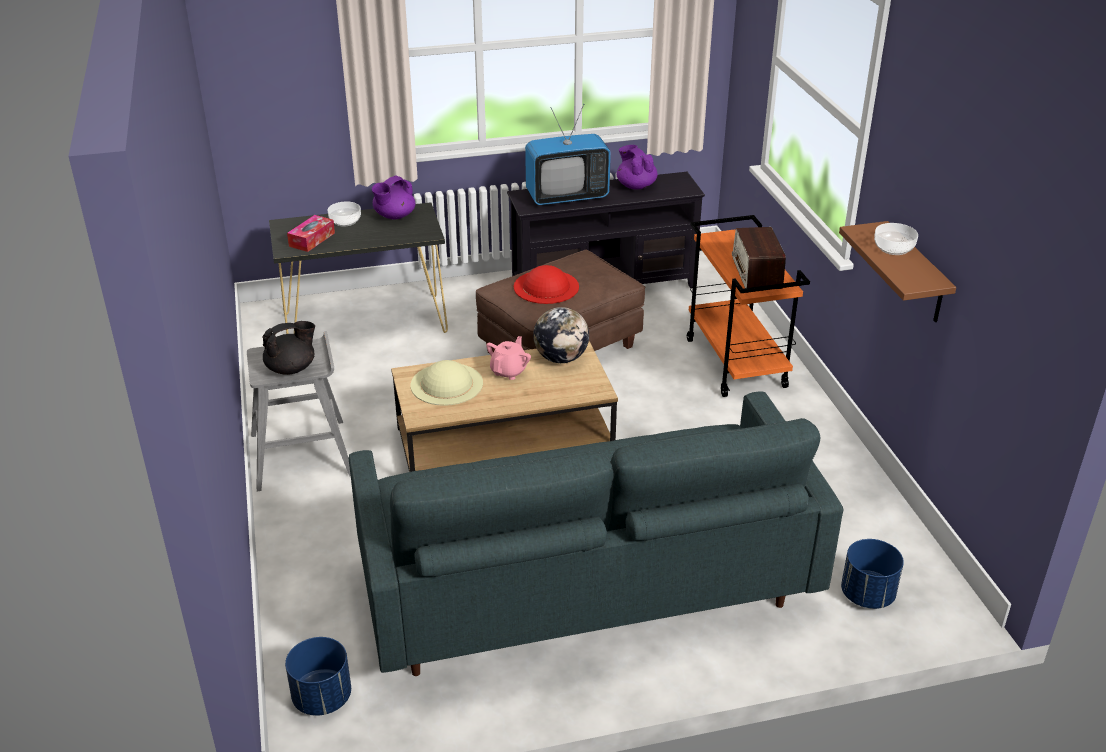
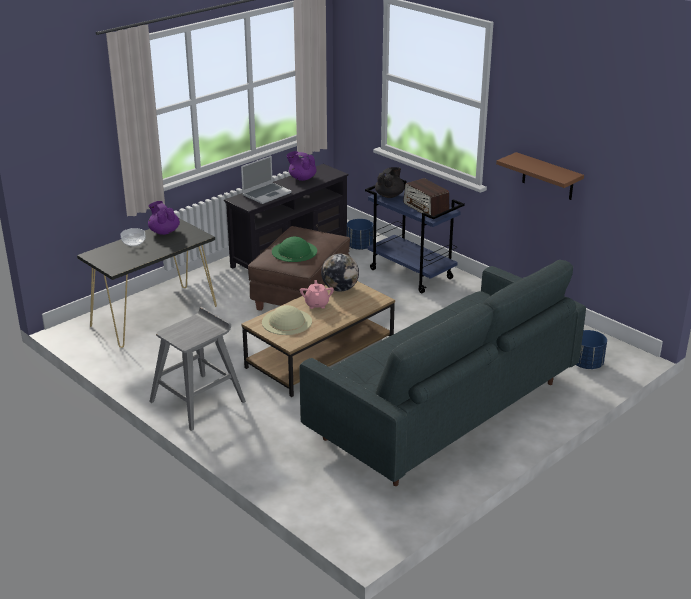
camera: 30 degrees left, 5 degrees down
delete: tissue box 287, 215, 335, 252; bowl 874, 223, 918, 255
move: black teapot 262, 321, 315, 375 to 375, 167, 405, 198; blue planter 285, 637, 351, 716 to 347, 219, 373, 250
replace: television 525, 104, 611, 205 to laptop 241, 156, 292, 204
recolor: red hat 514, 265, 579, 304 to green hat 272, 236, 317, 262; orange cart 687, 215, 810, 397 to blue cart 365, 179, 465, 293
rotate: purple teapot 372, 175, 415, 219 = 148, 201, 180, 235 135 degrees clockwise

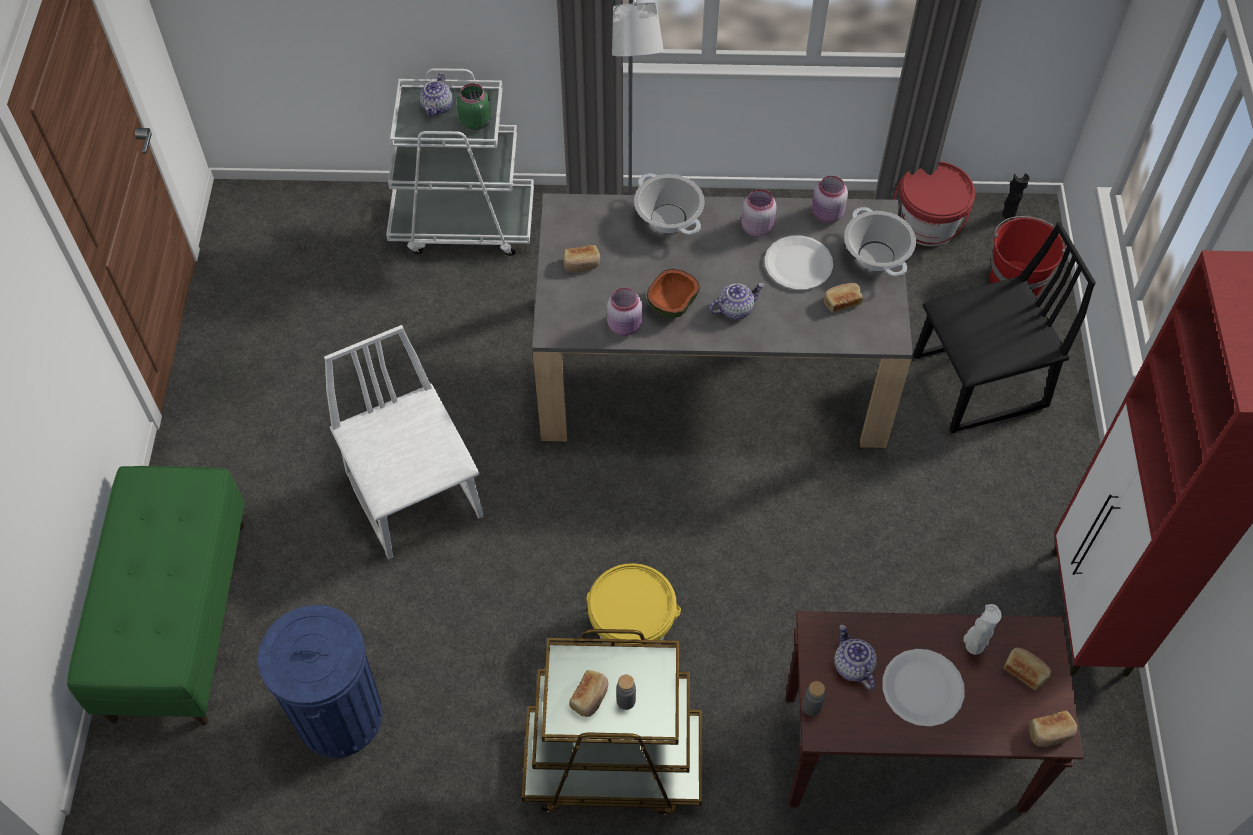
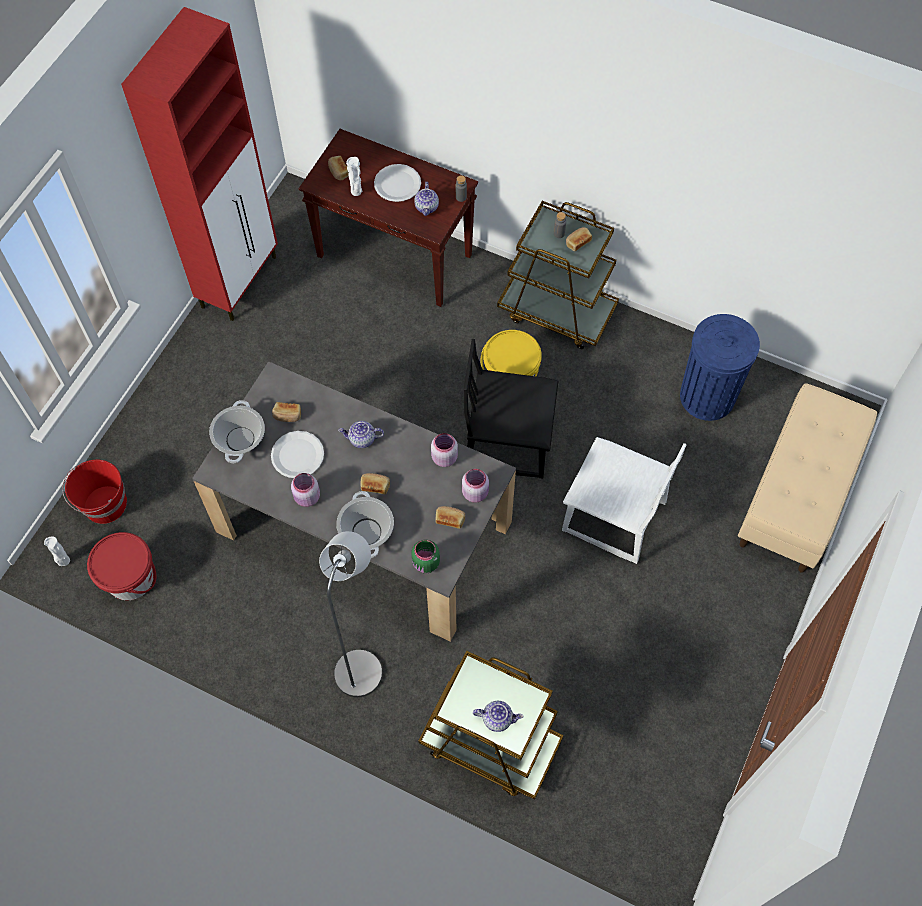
camera: 155 degrees left, 5 degrees up
delete: bowl 647, 269, 700, 318
move: green jar 457, 83, 491, 130 to 412, 540, 440, 573; pink jar 812, 176, 848, 223 to 462, 469, 489, 503; black chair 913, 222, 1096, 434 to 464, 339, 559, 479; bread 1029, 711, 1077, 747 to 361, 473, 390, 494
recolor: green bench 67, 466, 245, 726 to beige bench 738, 383, 877, 573; white cart 386, 68, 534, 256 to brown cart 418, 651, 563, 800; black vase 1003, 173, 1030, 220 to white vase 44, 536, 70, 566
rotate: white chair 324, 325, 483, 559 = 562, 437, 686, 564 60 degrees counterclockwise; teapot 419, 73, 453, 117 = 473, 701, 523, 732 60 degrees clockwise

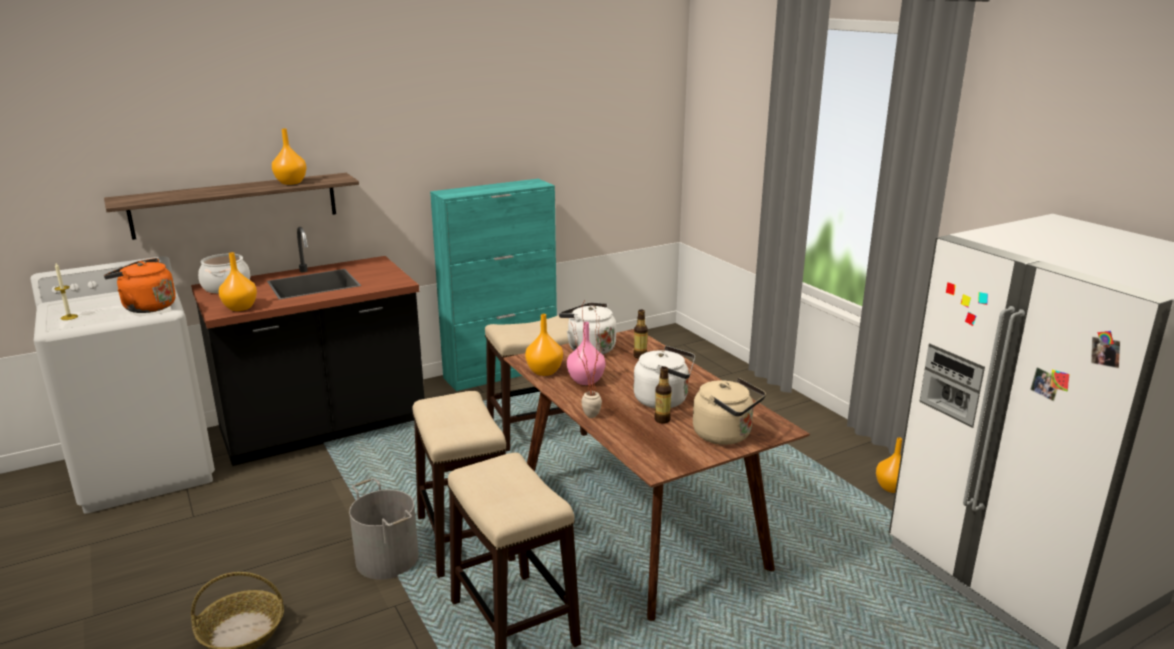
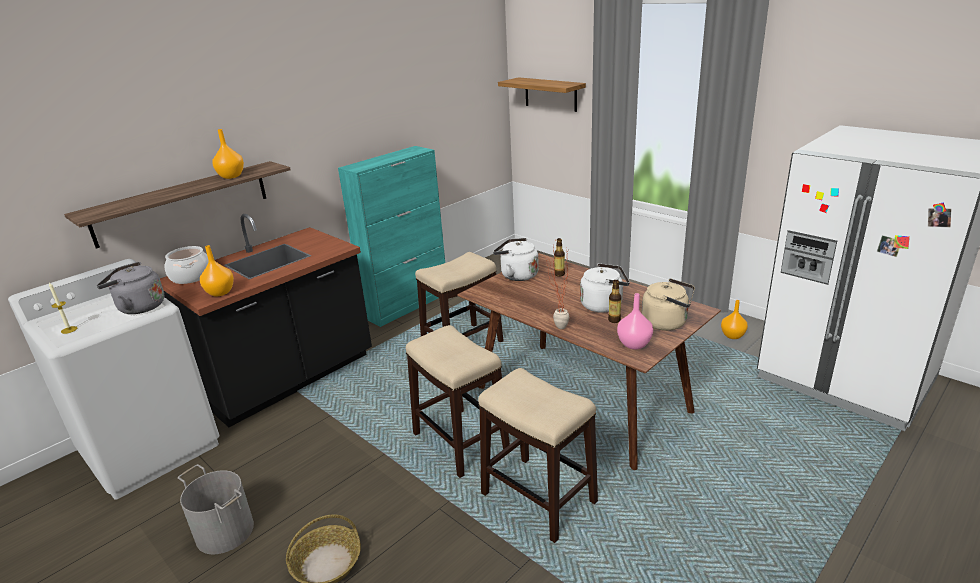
camera: 15 degrees left, 5 degrees up
delete: orange vase 525, 314, 563, 376
insert: shelf 498, 77, 586, 112
move: grey bucket 349, 478, 419, 580 to 178, 464, 254, 554; pink vase 567, 322, 605, 385 to 617, 293, 653, 350
recolor: orange kettle 104, 258, 176, 313 to grey kettle 97, 262, 164, 314

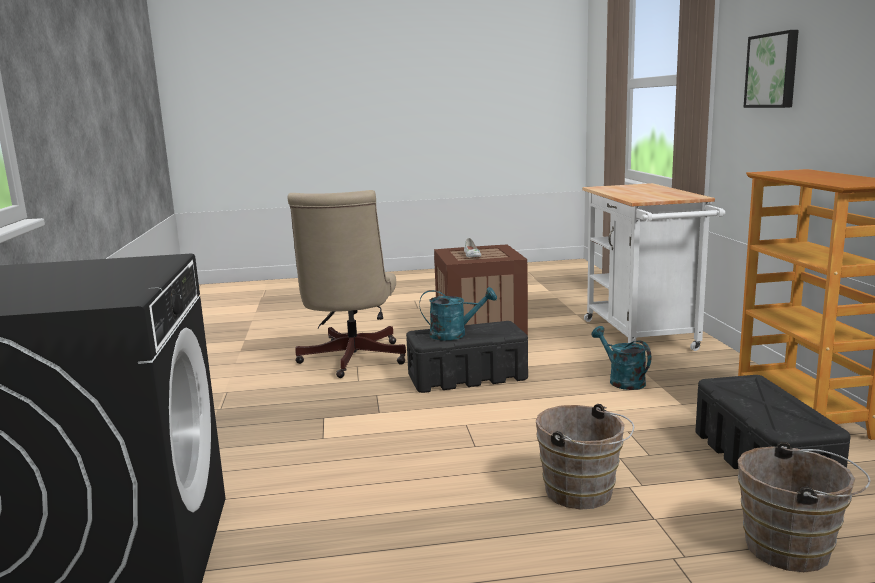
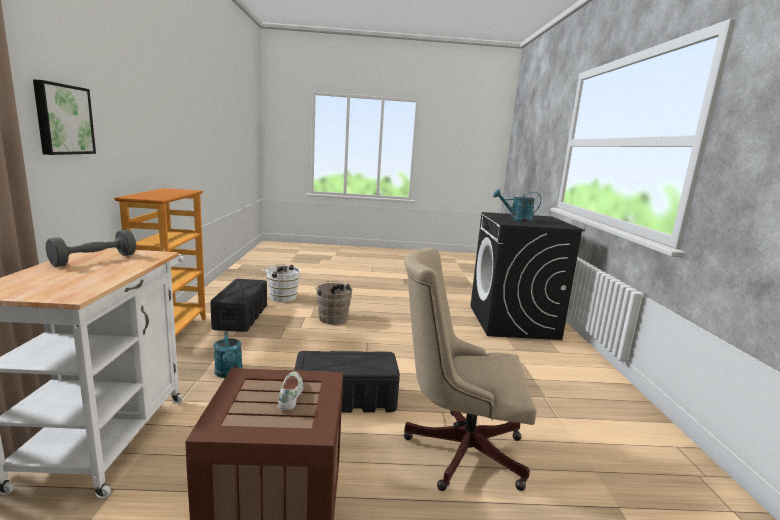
camera: 175 degrees left, 0 degrees up
insert: grey dumbbell 46, 230, 136, 267
move: turquoise watering can 419, 287, 497, 340 to 493, 189, 541, 222
recolor: brown bucket 738, 442, 870, 572 to white bucket 263, 264, 300, 302
rotate: beige office chair 288, 190, 406, 378 = 404, 247, 537, 491 90 degrees counterclockwise

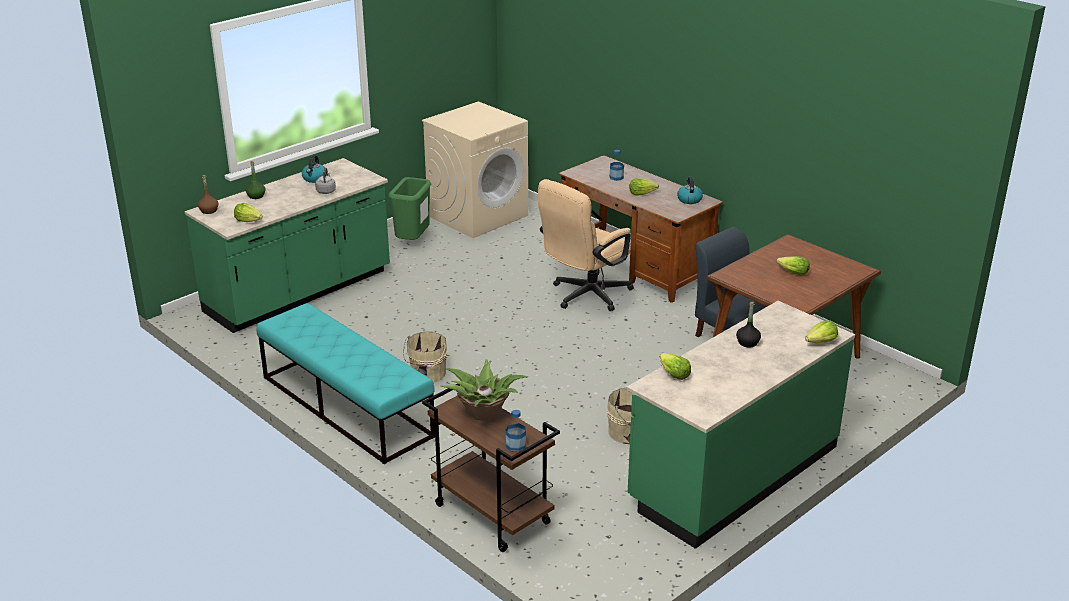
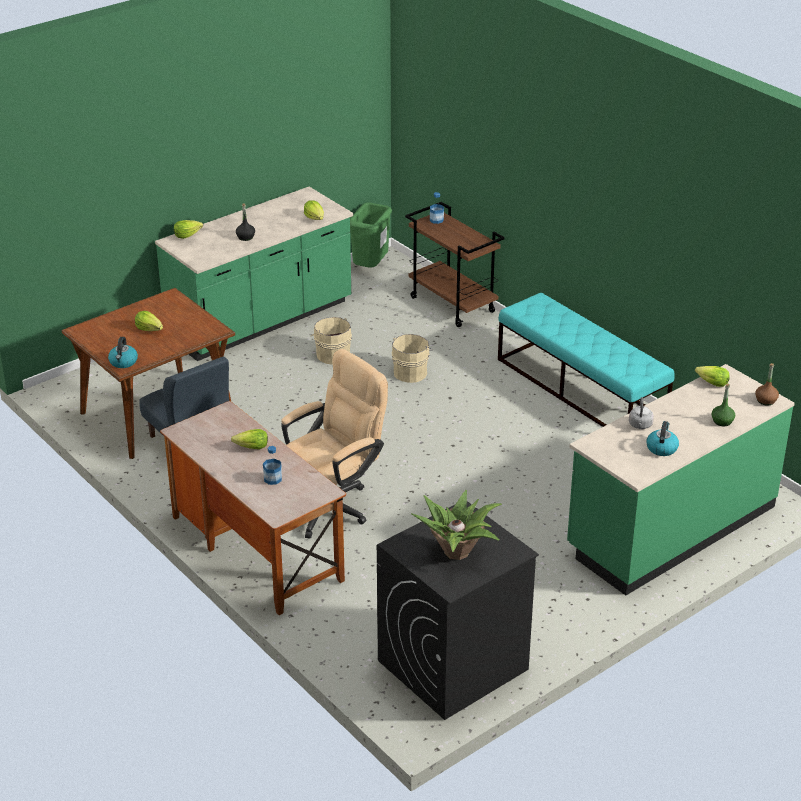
camera: 175 degrees left, 5 degrees up
move: green trash can 388, 177, 431, 240 to 350, 202, 392, 268; beige bucket 403, 332, 448, 383 to 391, 334, 433, 383; potted plant 440, 359, 528, 424 to 411, 490, 502, 560; kettle 677, 177, 703, 204 to 108, 337, 138, 368
recolor: beige washing machine 422, 101, 528, 238 to black washing machine 377, 501, 539, 720

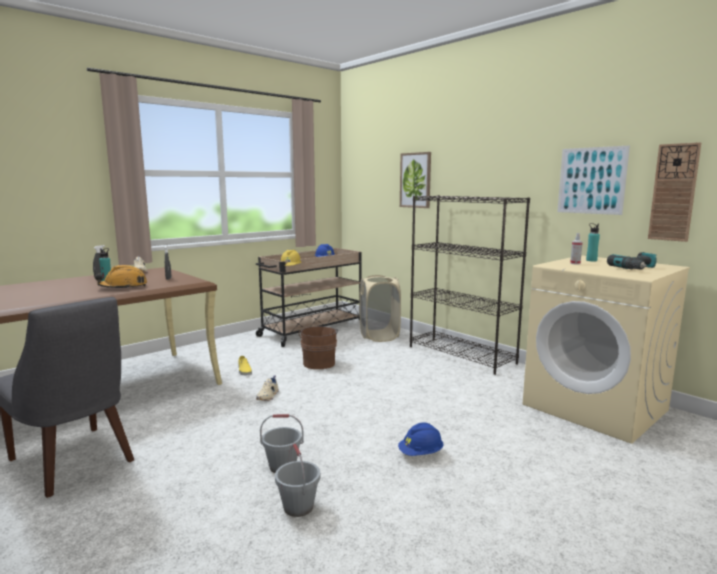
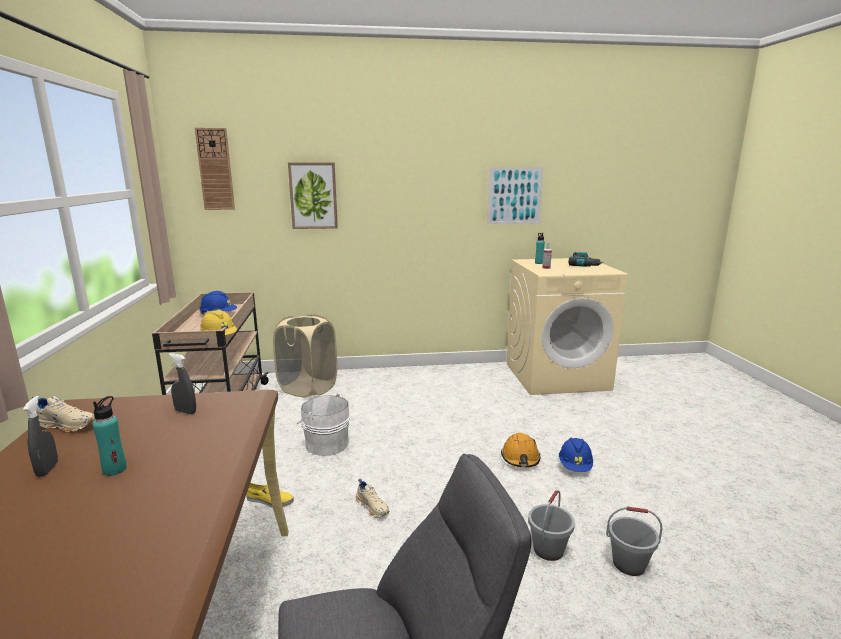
camera: 55 degrees left, 5 degrees up
delete: black bookcase 410, 195, 530, 375
move: orange hard hat 95, 265, 147, 289 to 501, 433, 540, 467; wall clock 648, 142, 701, 242 to 195, 128, 235, 210
recolor: brown bucket 299, 326, 338, 369 to white bucket 297, 394, 350, 456

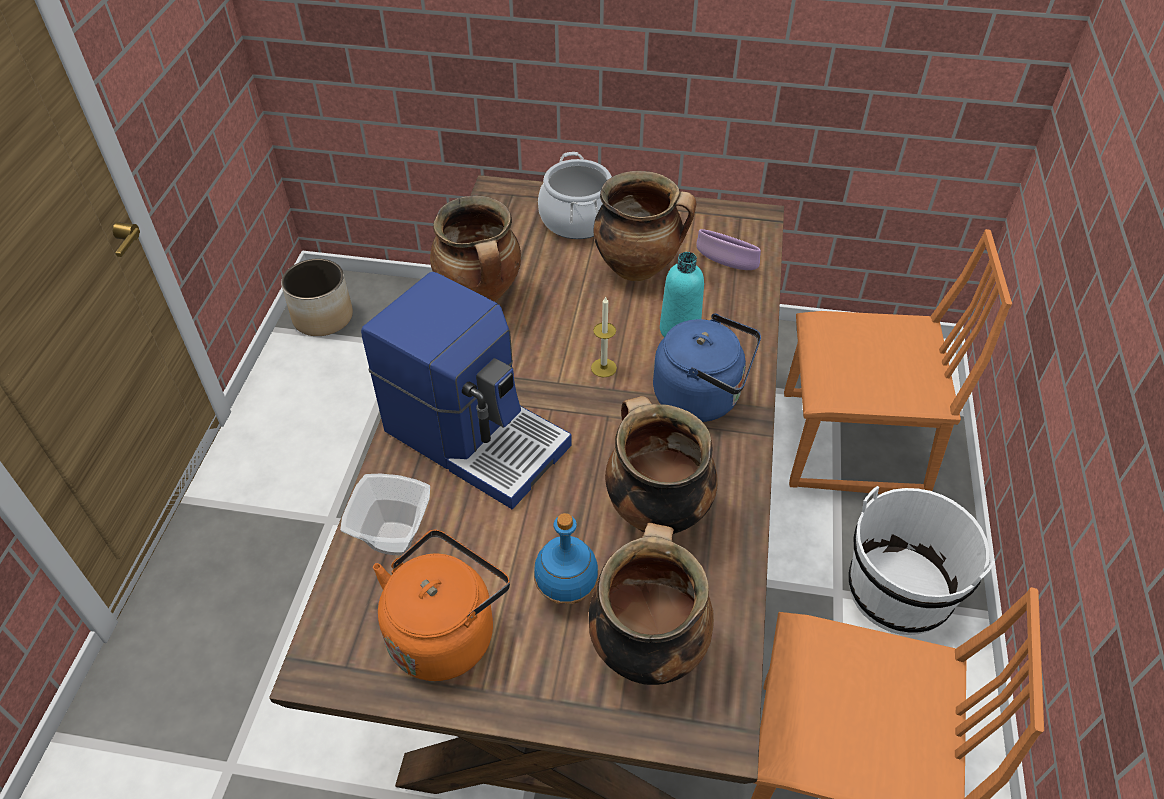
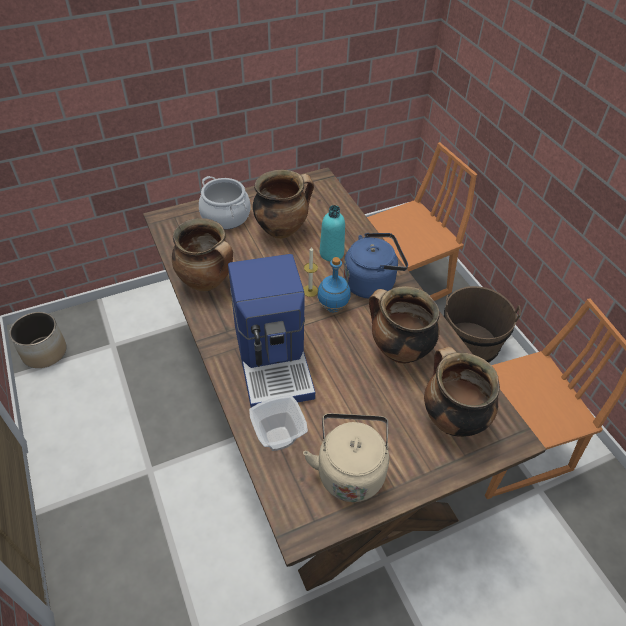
camera: 35 degrees left, 0 degrees up
delete: purple bowl 696, 229, 761, 270
move: blue bottle 534, 513, 598, 604 to 317, 257, 351, 312
recolor: orange kettle 373, 530, 510, 681 to beige kettle 303, 413, 389, 502; white bucket 849, 486, 995, 635 to brown bucket 444, 286, 521, 363
rotate: coffee machine 361, 272, 572, 509 = 228, 254, 315, 407 75 degrees clockwise

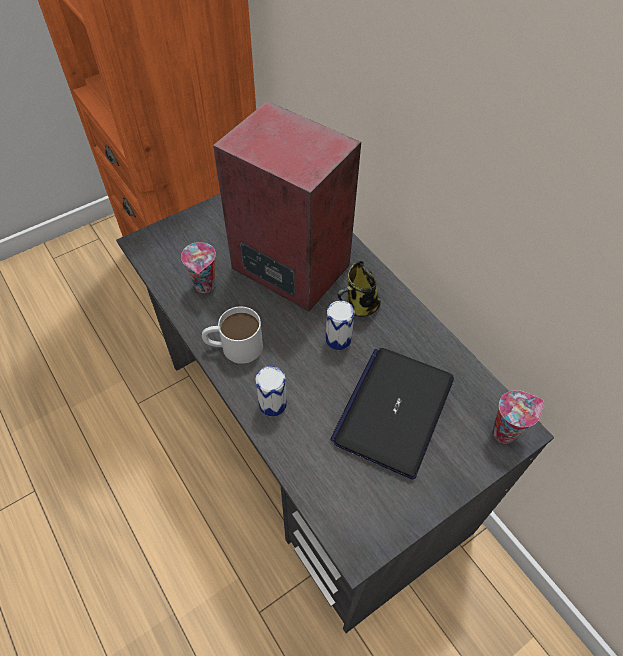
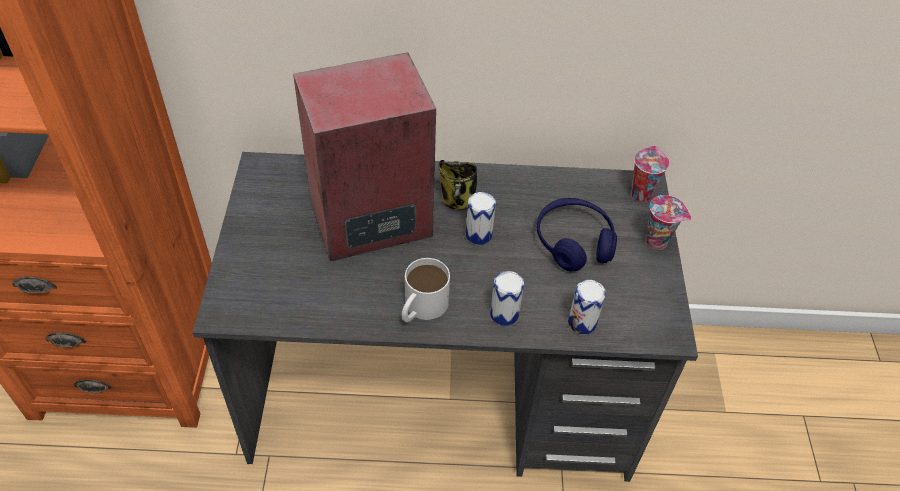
camera: 55 degrees left, 5 degrees down
insert: can 568, 280, 606, 335
move: cup 181, 242, 216, 293 to 646, 195, 691, 250
replace: laptop 330, 348, 454, 479 to blue headphones 537, 198, 617, 271

